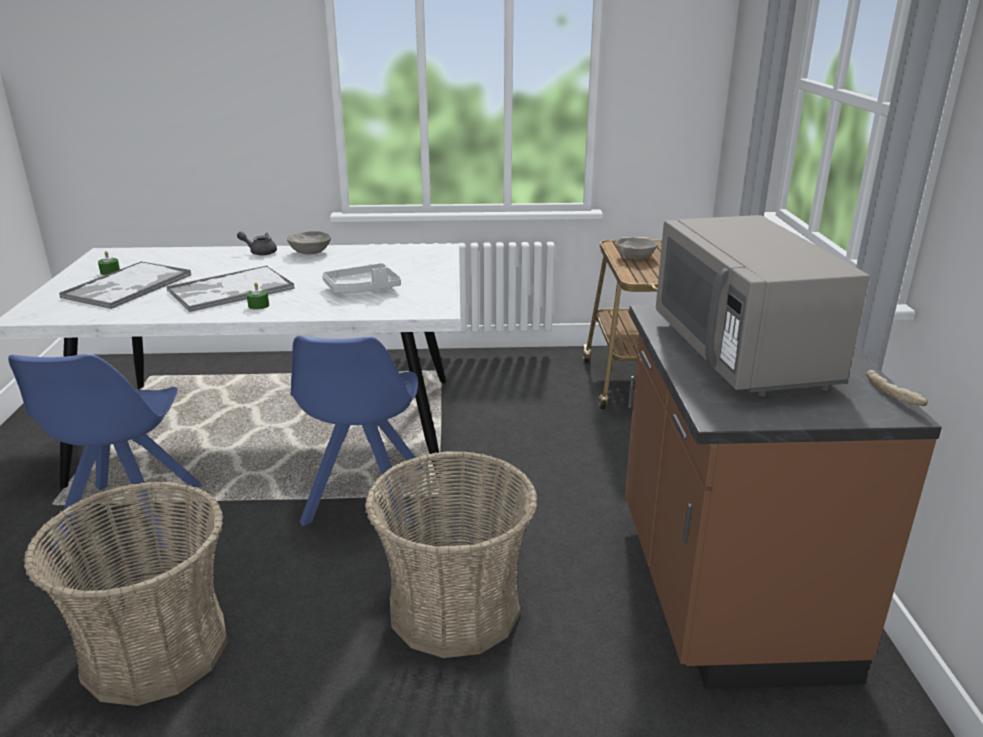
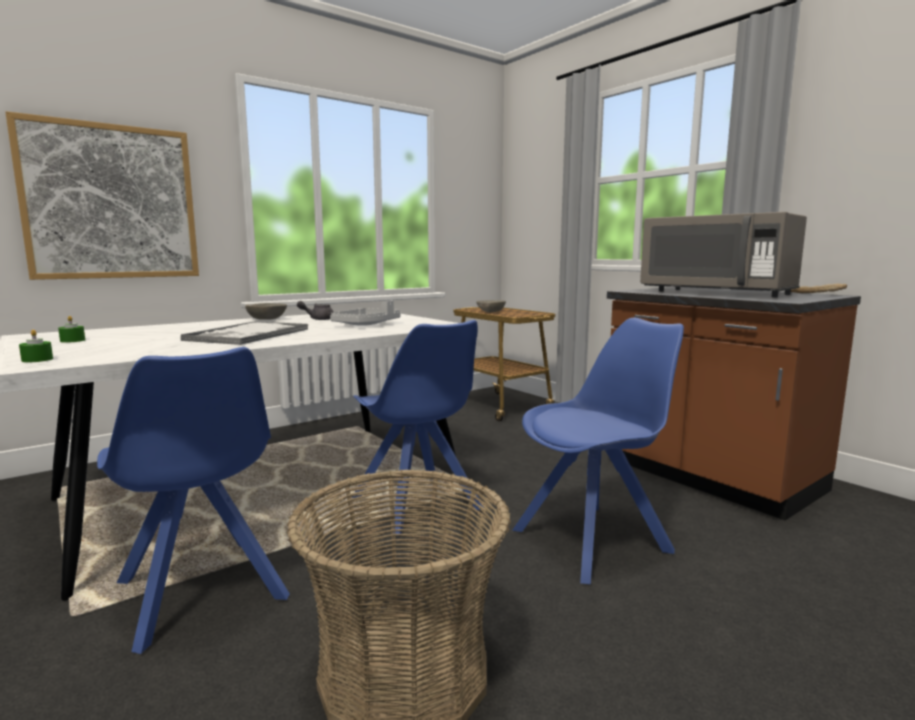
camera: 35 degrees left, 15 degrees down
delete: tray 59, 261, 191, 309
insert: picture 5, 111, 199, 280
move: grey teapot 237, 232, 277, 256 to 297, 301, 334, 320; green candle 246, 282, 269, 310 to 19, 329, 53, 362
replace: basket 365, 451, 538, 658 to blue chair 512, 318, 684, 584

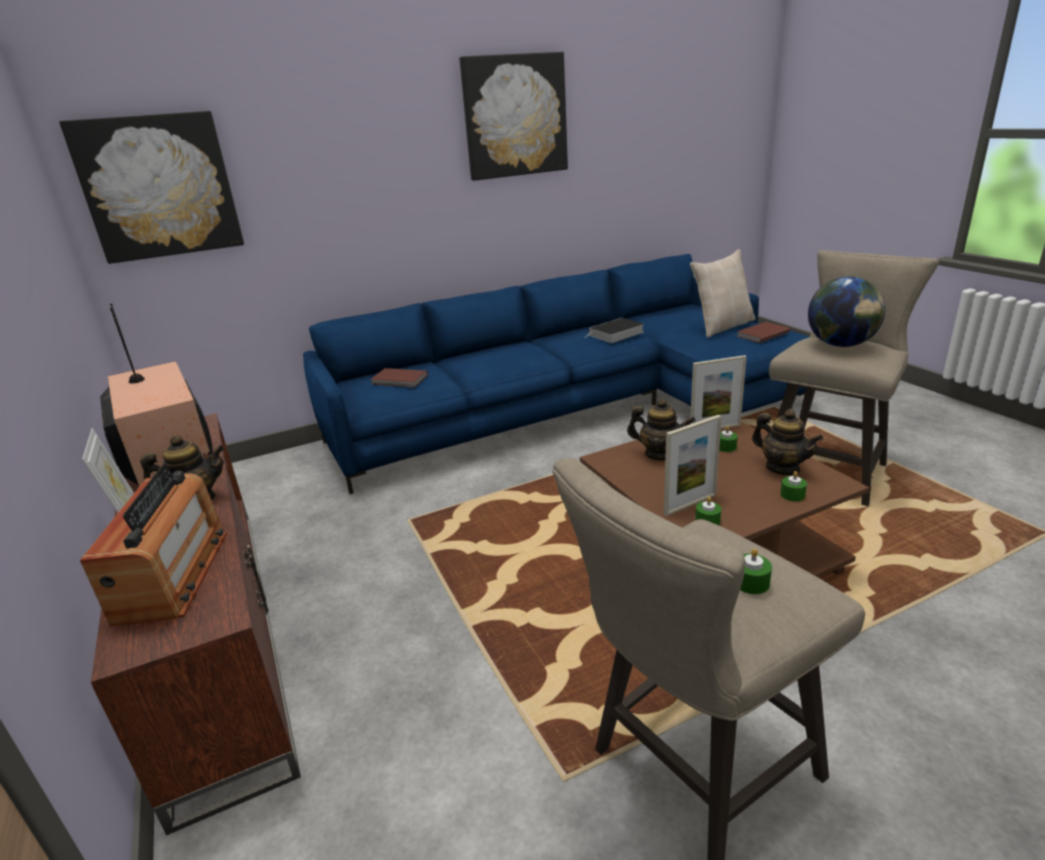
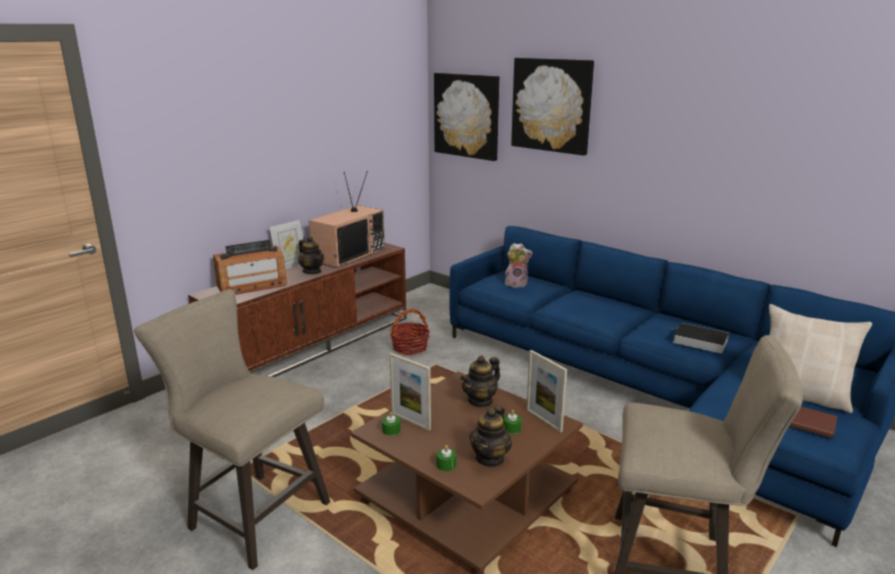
camera: 65 degrees right, 5 degrees down
delete: green candle 740, 548, 772, 594; globe 808, 277, 885, 347
insert: basket 390, 308, 430, 355
move: picture 460, 52, 568, 181 to 511, 58, 594, 156
replace: brown book 370, 368, 428, 387 to plush toy 505, 243, 533, 288
rotate: teapot 627, 398, 696, 460 = 460, 355, 500, 408 45 degrees clockwise

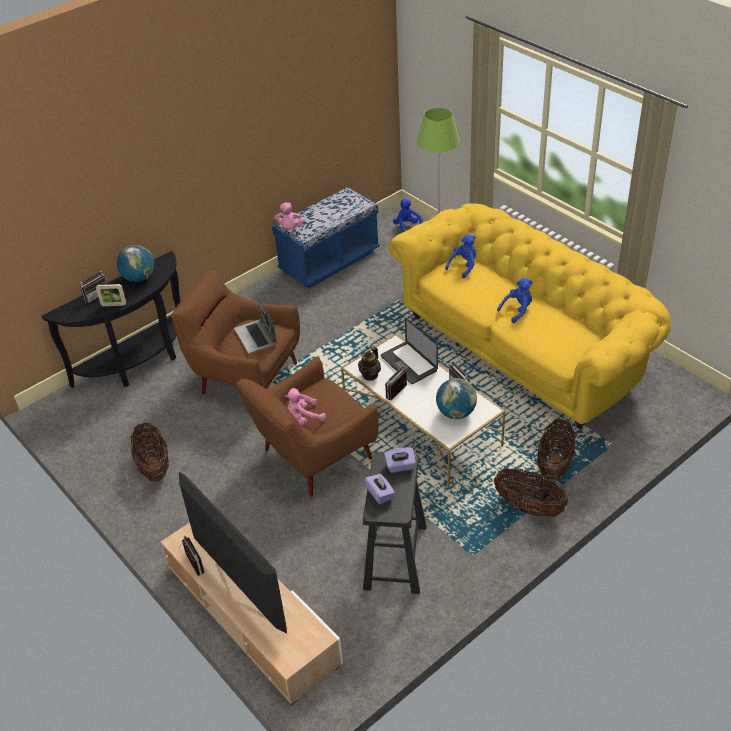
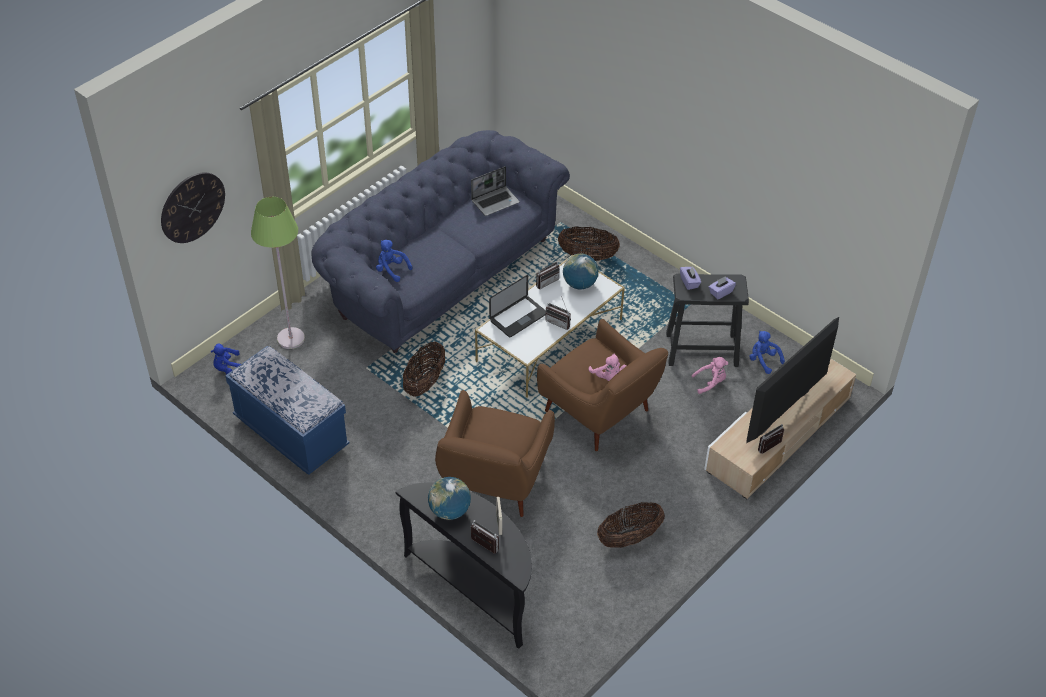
camera: 100 degrees left, 5 degrees up
delete: teapot 358, 347, 381, 381
insert: wall clock 161, 172, 225, 243
move: laptop 234, 297, 277, 353 to 471, 166, 520, 216; pink plush toy 274, 203, 304, 229 to 691, 357, 728, 394; basket 494, 468, 568, 517 to 403, 342, 445, 397; blue plush toy 497, 278, 533, 323 to 749, 331, 785, 374
recolor: yellow sofa 389, 204, 671, 429 to blue sofa 311, 130, 570, 353

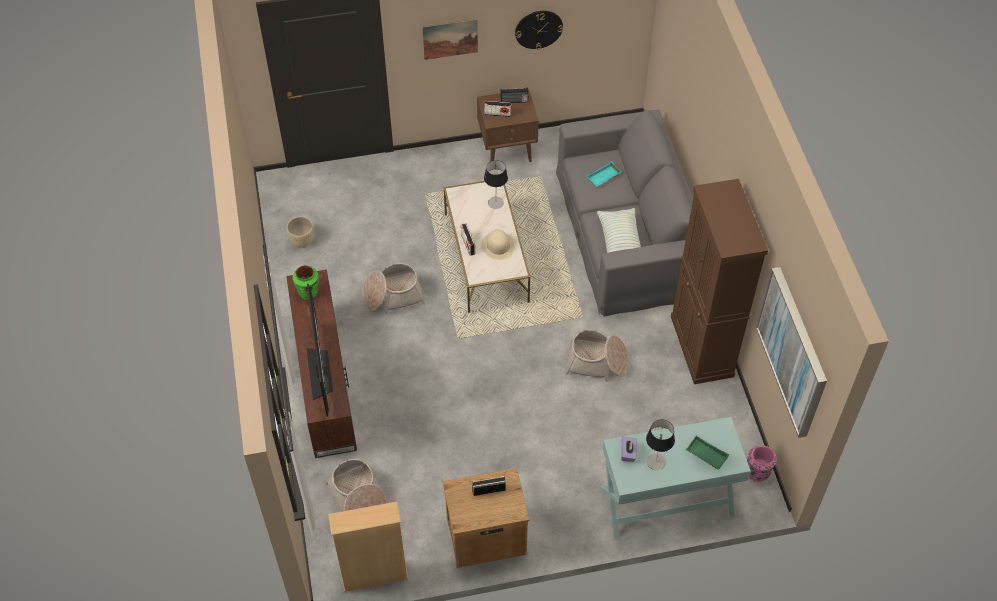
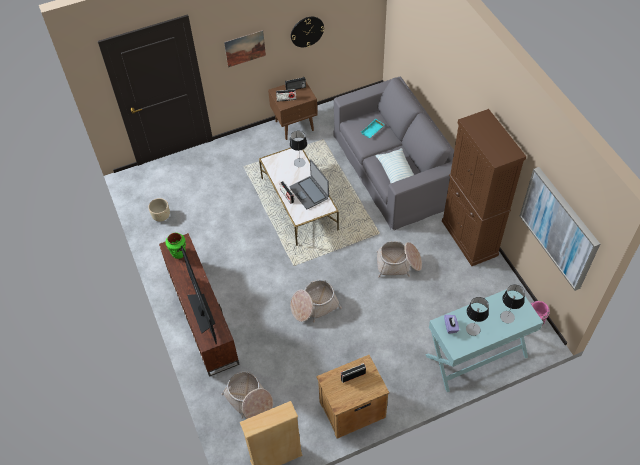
camera: 10 degrees left, 0 degrees up
move: basket 362, 263, 426, 314 to 290, 280, 342, 322
replace: beige hat 481, 229, 515, 260 to laptop 290, 159, 329, 209; green tray 686, 436, 729, 469 to table lamp 500, 285, 525, 323

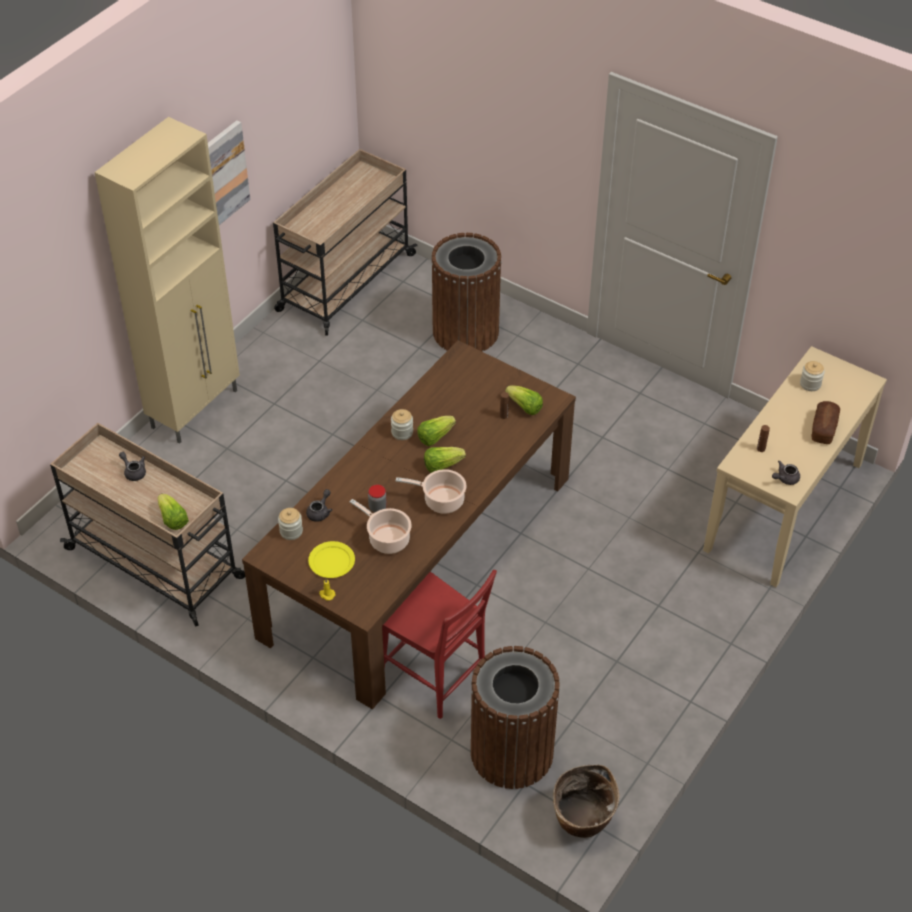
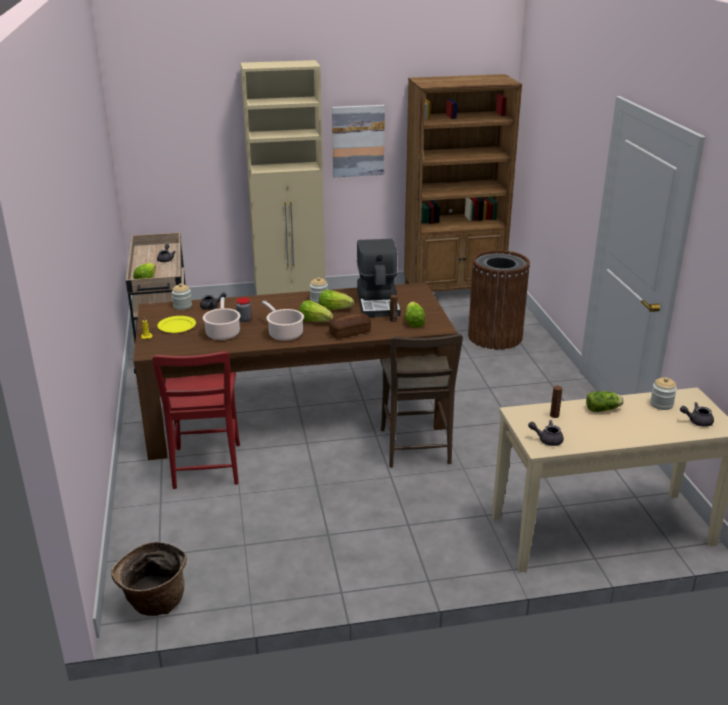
camera: 45 degrees right, 20 degrees down
delete: brown trash can 471, 646, 560, 789
insert: coffee machine 357, 239, 401, 318; brown chair 380, 334, 463, 468; lettuce 586, 391, 624, 412; grey teapot 680, 402, 714, 427
move: bread 812, 401, 840, 444 to 329, 313, 371, 339
replace: beige cart 273, 149, 418, 336 to brown bookcase 404, 74, 522, 292

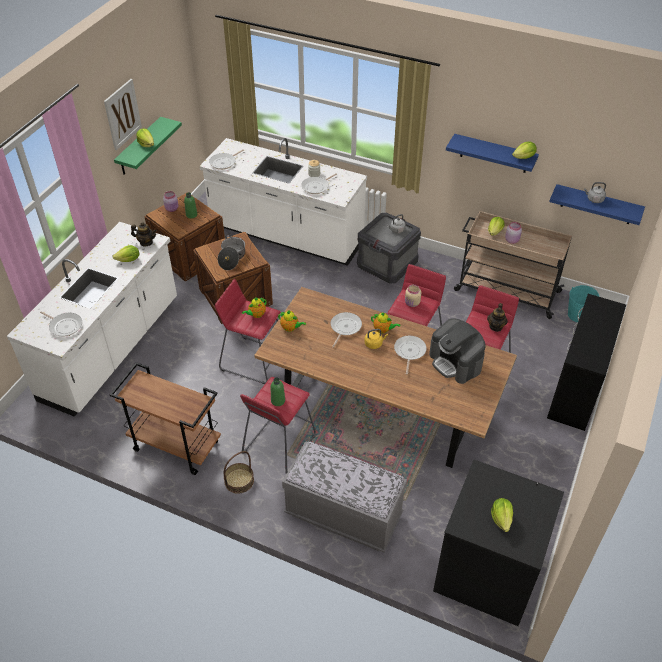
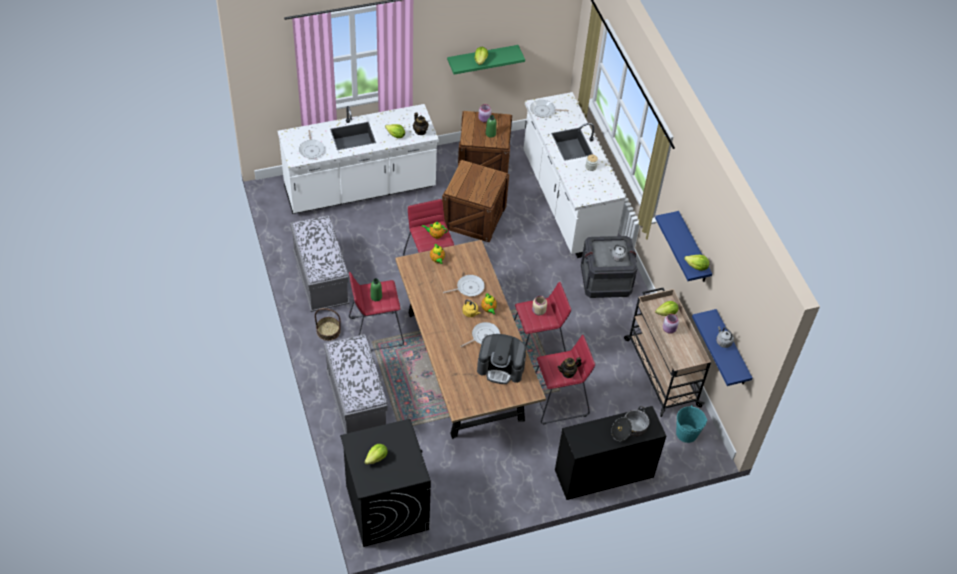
camera: 45 degrees right, 5 degrees up
delete: picture 104, 79, 142, 150; frying pan 301, 174, 337, 194
move: cooking pot 218, 234, 245, 270 to 611, 406, 649, 441
replace: brown cart 110, 362, 221, 475 to grey bench 290, 215, 350, 312
rotate: coffee machine 429, 318, 486, 384 = 477, 334, 526, 384 90 degrees counterclockwise

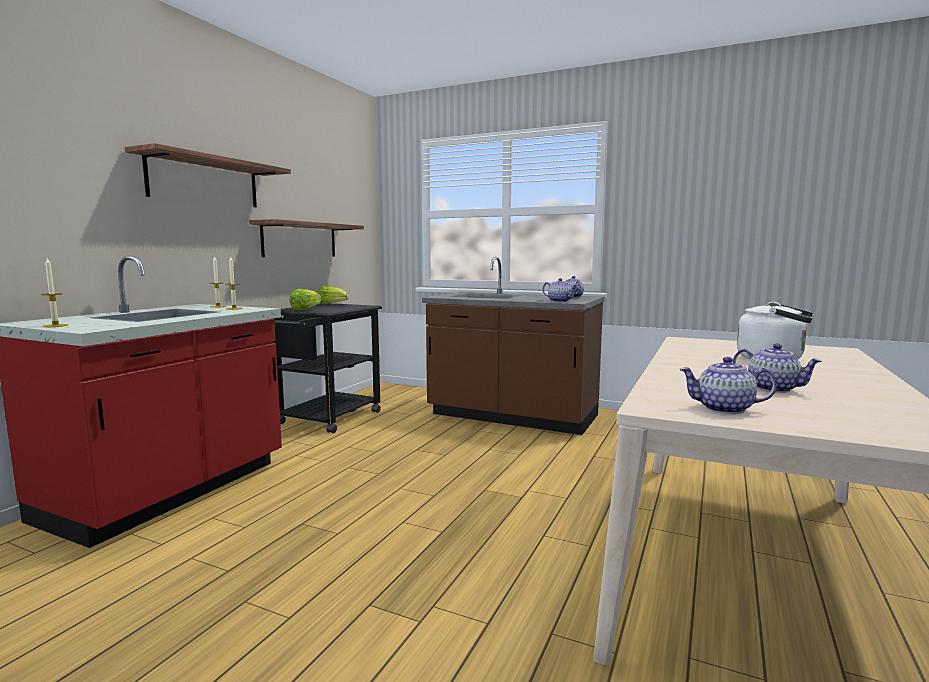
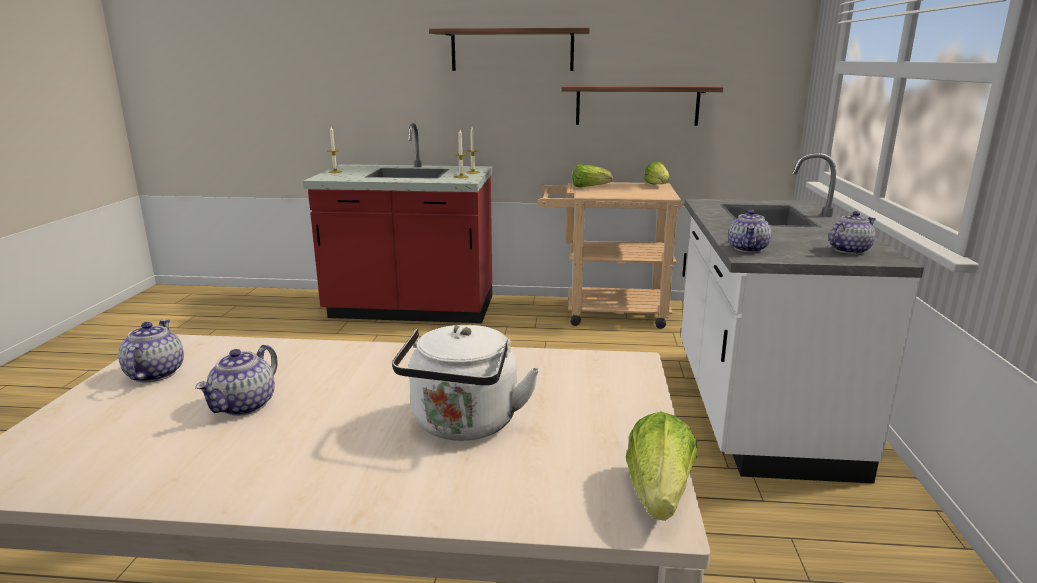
camera: 70 degrees right, 10 degrees up
insert: lettuce 626, 411, 698, 521
recolor: black cart 273, 303, 382, 433 to beige cart 538, 182, 683, 329; brown counter 422, 257, 605, 435 to white counter 681, 153, 924, 484

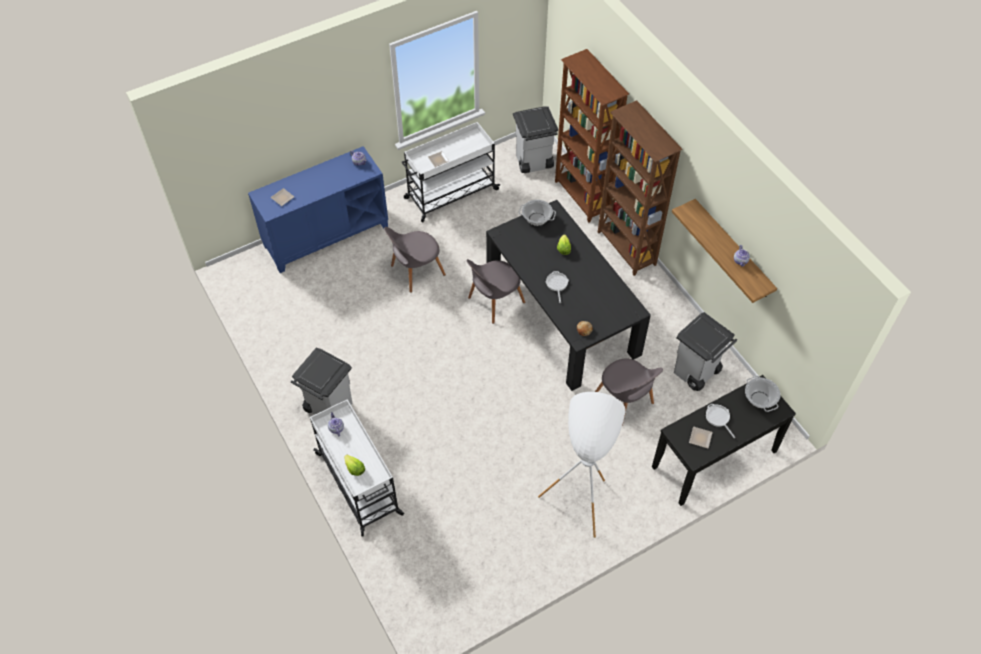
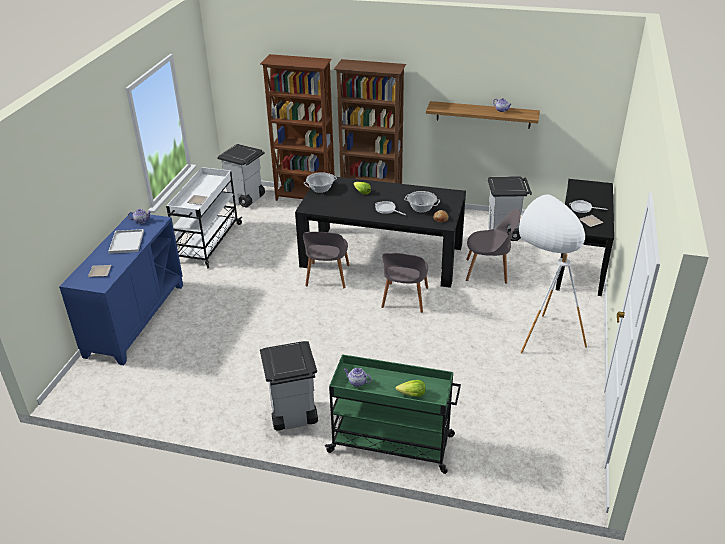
camera: 45 degrees left, 20 degrees down
insert: white tray 108, 229, 144, 254
move: grey chair 384, 227, 446, 293 to 381, 253, 428, 313; cooking pot 745, 376, 781, 412 to 404, 191, 440, 213
recolor: white cart 310, 399, 404, 537 to green cart 325, 354, 461, 474

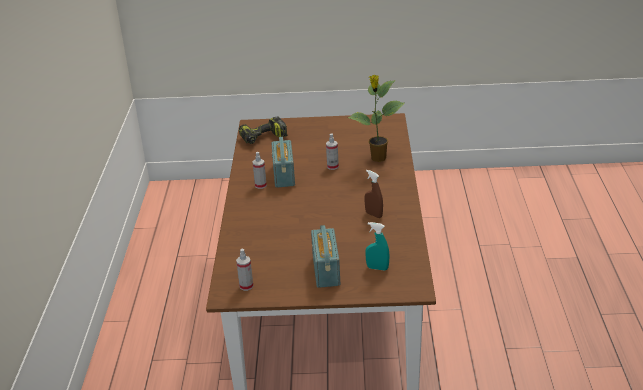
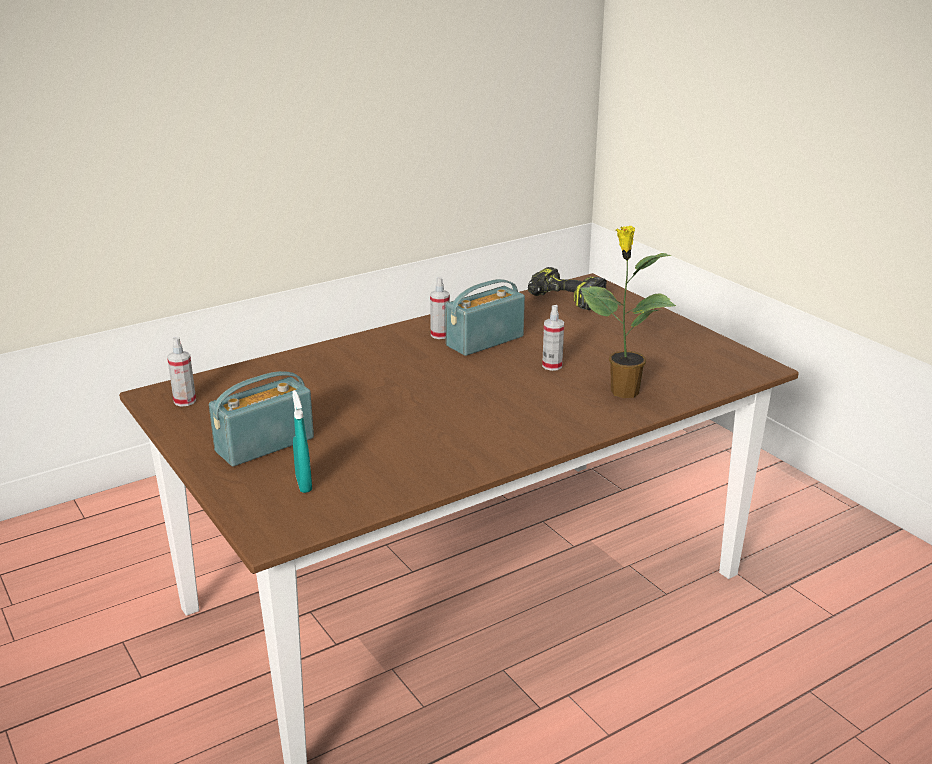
camera: 55 degrees right, 5 degrees down
delete: brown spray bottle 365, 170, 383, 218

